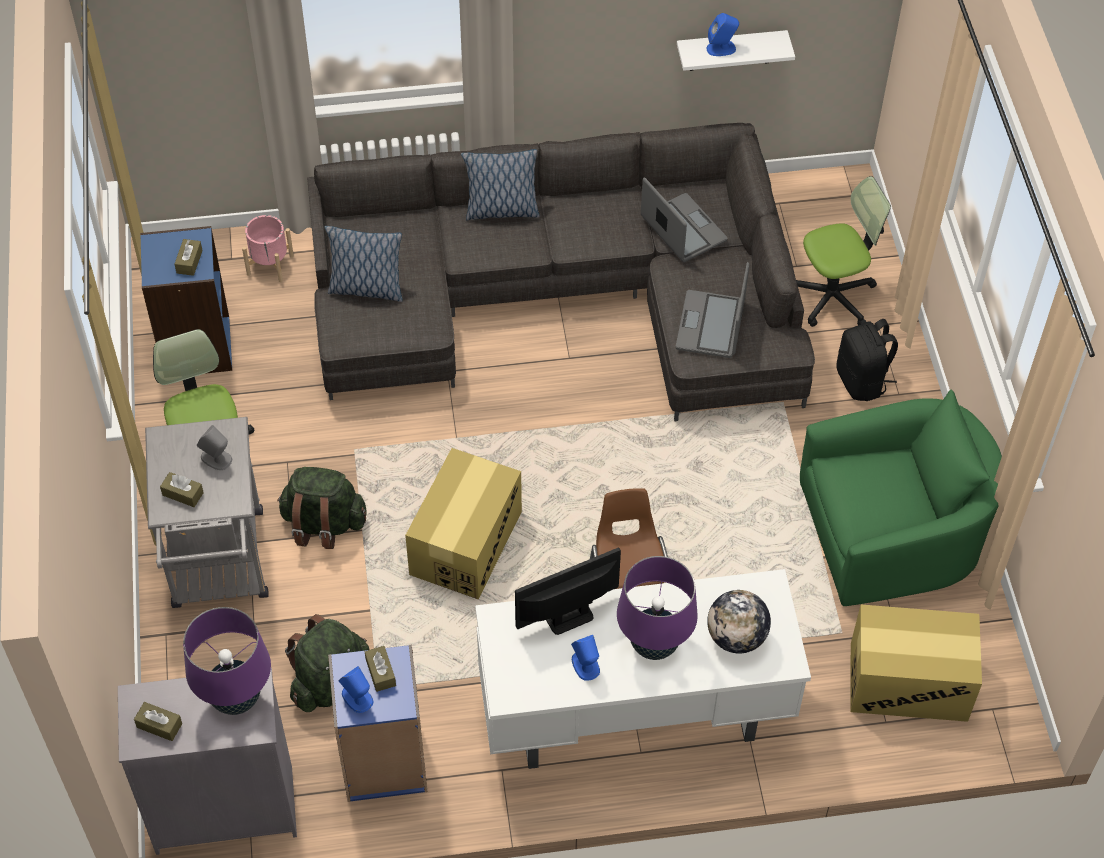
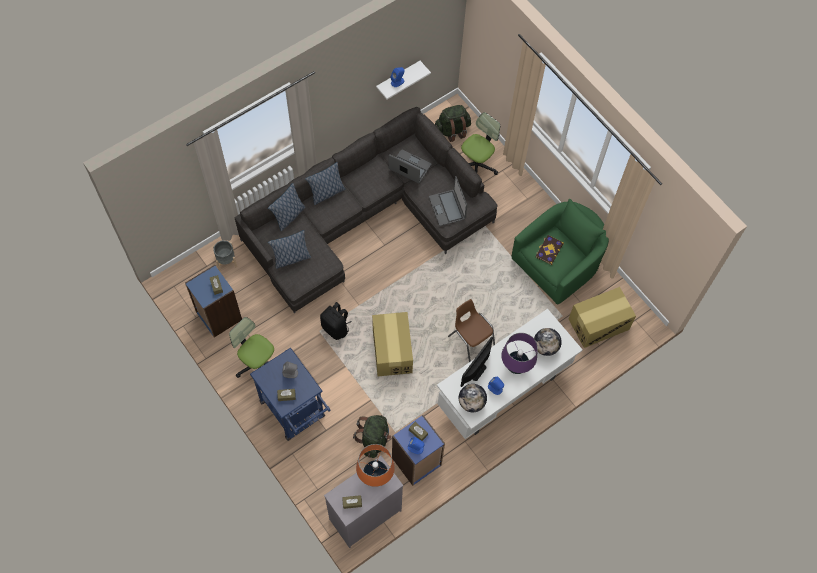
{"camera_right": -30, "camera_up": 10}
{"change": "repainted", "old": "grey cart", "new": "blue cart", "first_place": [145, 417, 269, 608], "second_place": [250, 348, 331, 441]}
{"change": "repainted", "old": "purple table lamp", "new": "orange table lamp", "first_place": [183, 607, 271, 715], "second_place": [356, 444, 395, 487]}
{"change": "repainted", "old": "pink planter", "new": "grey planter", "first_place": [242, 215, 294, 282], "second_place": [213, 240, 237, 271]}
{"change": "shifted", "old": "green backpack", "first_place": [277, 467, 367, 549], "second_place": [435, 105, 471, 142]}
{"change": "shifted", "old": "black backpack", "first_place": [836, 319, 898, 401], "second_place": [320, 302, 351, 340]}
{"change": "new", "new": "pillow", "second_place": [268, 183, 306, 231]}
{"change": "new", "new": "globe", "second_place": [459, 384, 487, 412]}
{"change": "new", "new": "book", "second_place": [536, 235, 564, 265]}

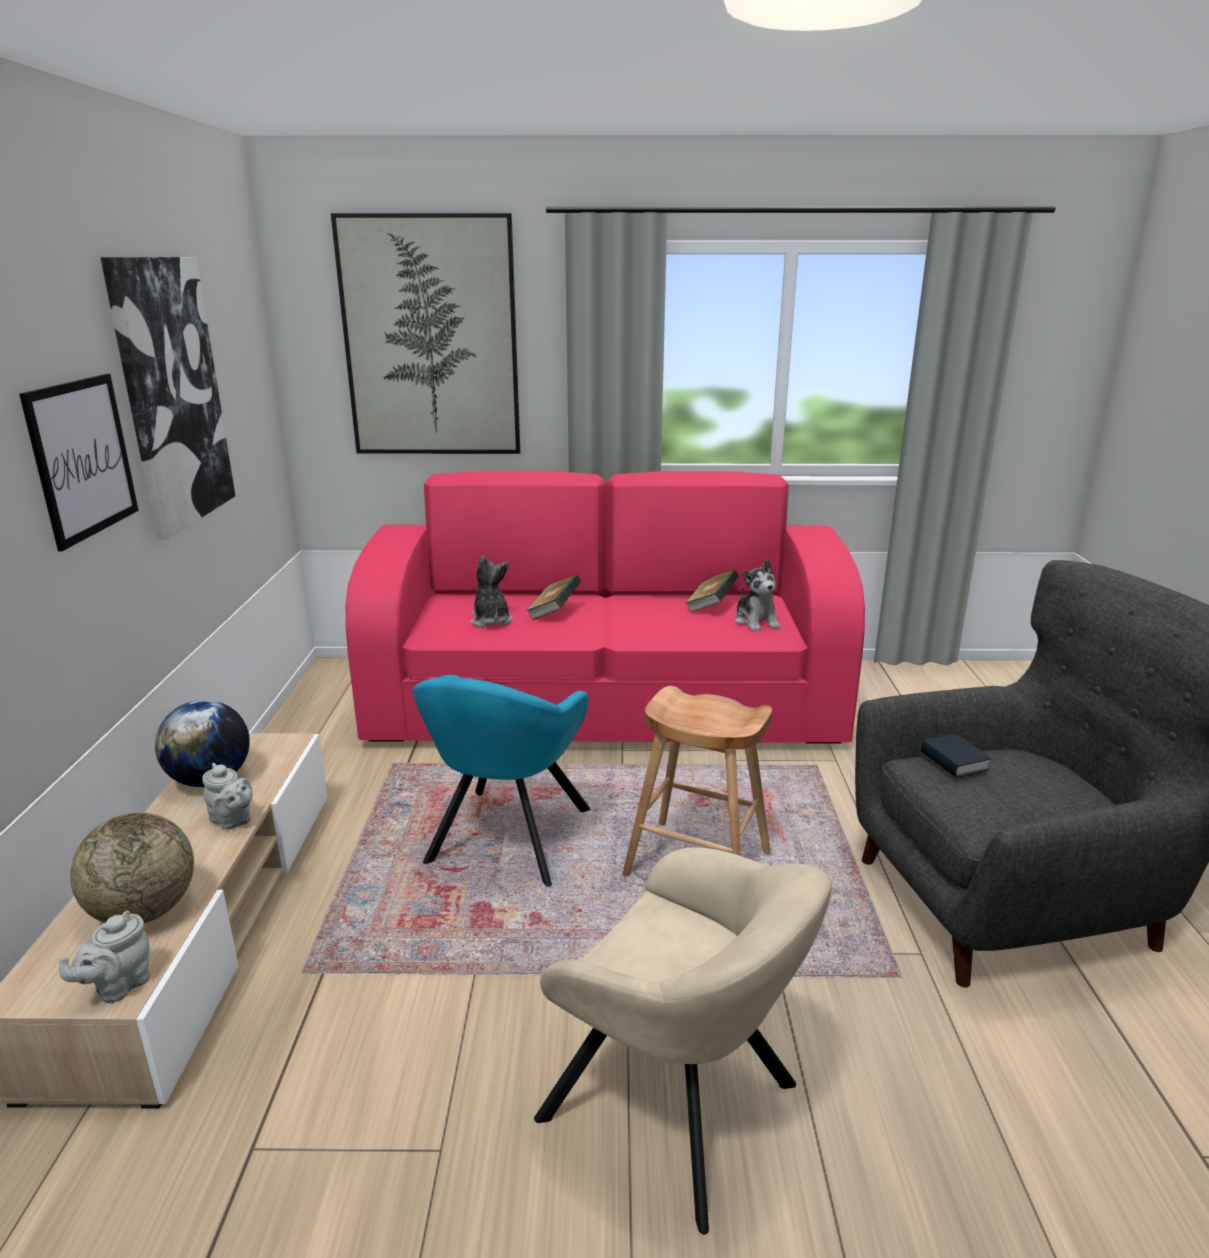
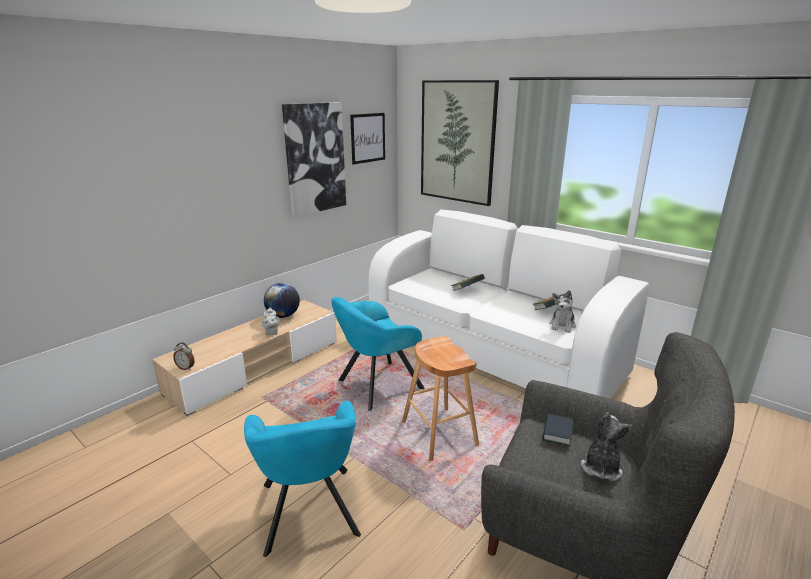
{"camera_right": 40, "camera_up": 0}
{"change": "shifted", "old": "picture", "first_place": [19, 374, 139, 551], "second_place": [350, 113, 385, 165]}
{"change": "swapped", "old": "grey teapot", "new": "alarm clock", "first_place": [59, 911, 150, 1003], "second_place": [173, 342, 195, 370]}
{"change": "gone", "old": "globe", "first_place": [70, 812, 194, 923]}
{"change": "repainted", "old": "pink sofa", "new": "white sofa", "first_place": [346, 471, 865, 744], "second_place": [368, 210, 649, 399]}
{"change": "shifted", "old": "plush toy", "first_place": [470, 556, 512, 628], "second_place": [581, 412, 632, 481]}
{"change": "repainted", "old": "beige armchair", "new": "turquoise armchair", "first_place": [534, 847, 832, 1235], "second_place": [244, 401, 361, 557]}

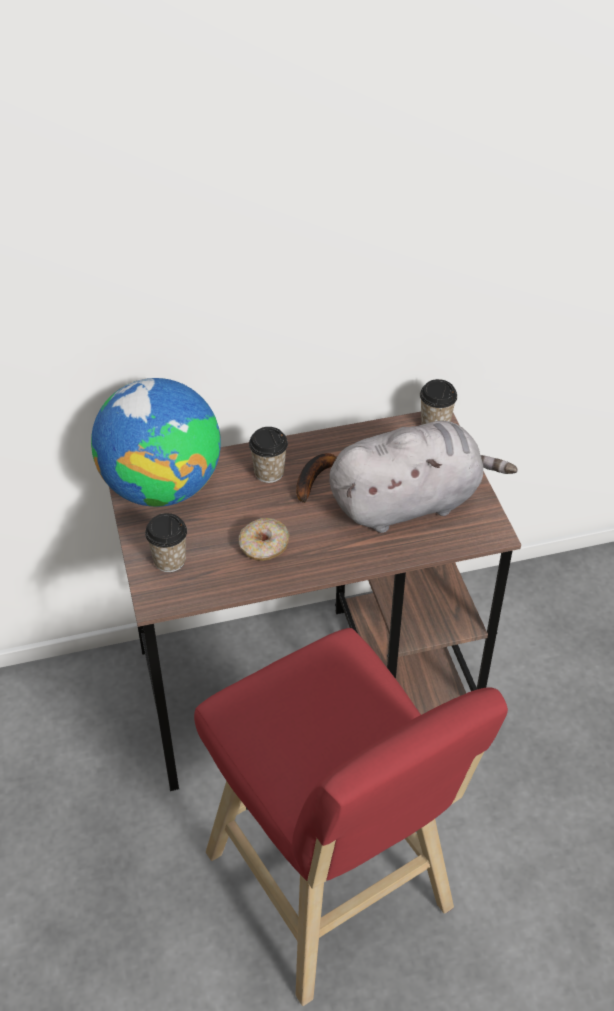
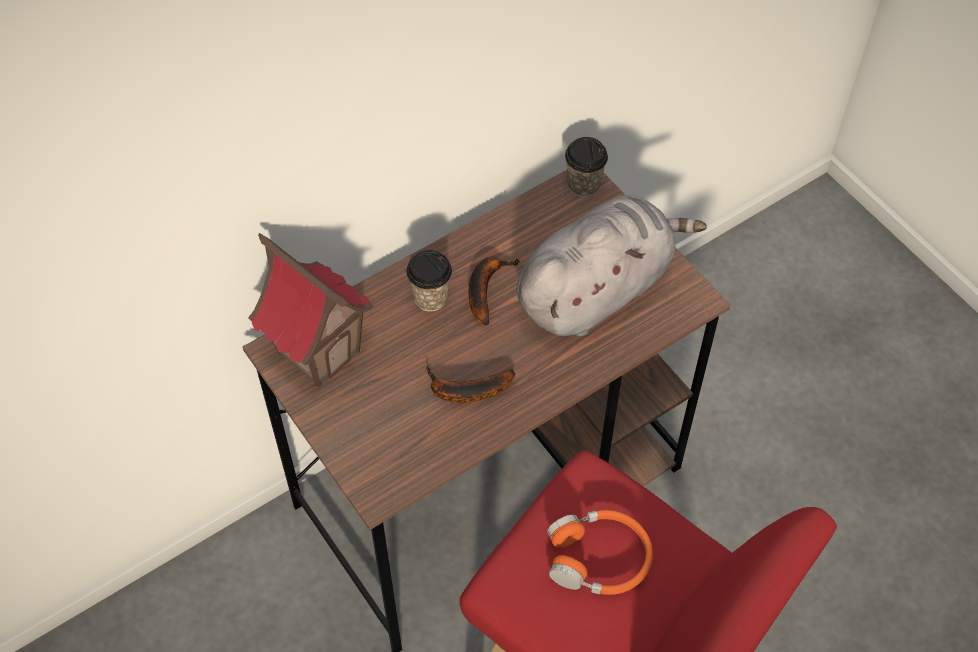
{"camera_right": -20, "camera_up": 10}
{"change": "swapped", "old": "globe", "new": "toy house", "first_place": [91, 378, 221, 507], "second_place": [248, 233, 374, 387]}
{"change": "gone", "old": "cup", "first_place": [145, 513, 187, 572]}
{"change": "swapped", "old": "donut", "new": "banana", "first_place": [239, 518, 290, 561], "second_place": [426, 365, 515, 403]}
{"change": "new", "new": "orange headphones", "second_place": [547, 510, 653, 595]}

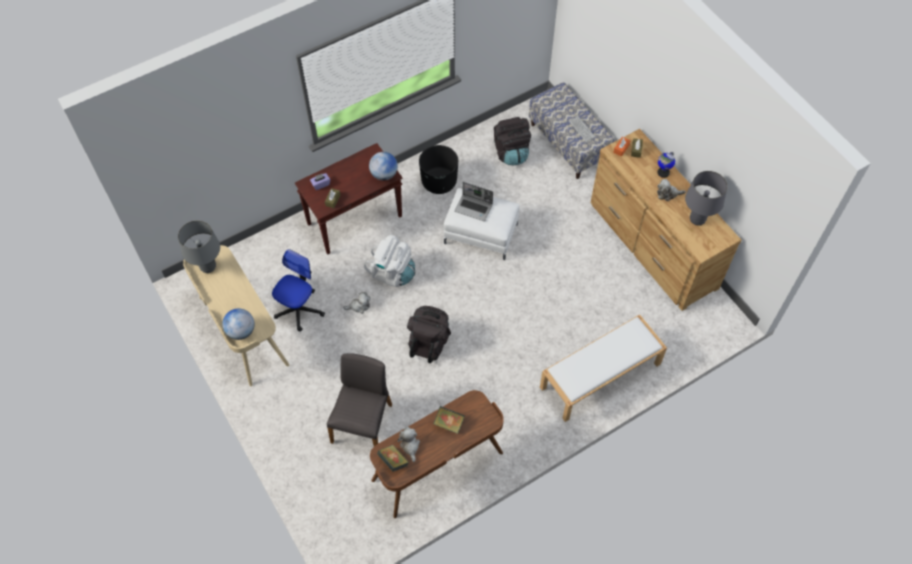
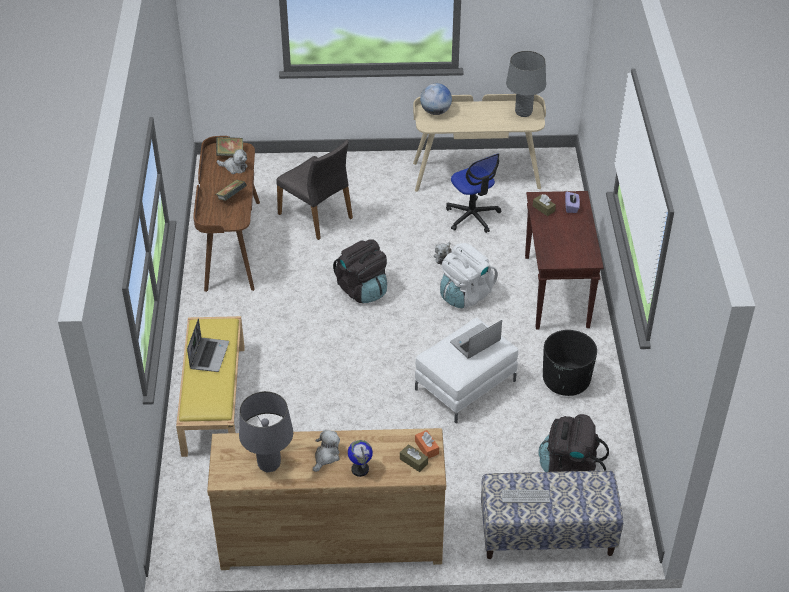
{"camera_right": 120, "camera_up": -15}
{"change": "gone", "old": "globe", "first_place": [369, 152, 398, 181]}
{"change": "repainted", "old": "white bench", "new": "yellow bench", "first_place": [540, 315, 667, 422], "second_place": [176, 316, 245, 457]}
{"change": "new", "new": "laptop", "second_place": [187, 319, 229, 372]}

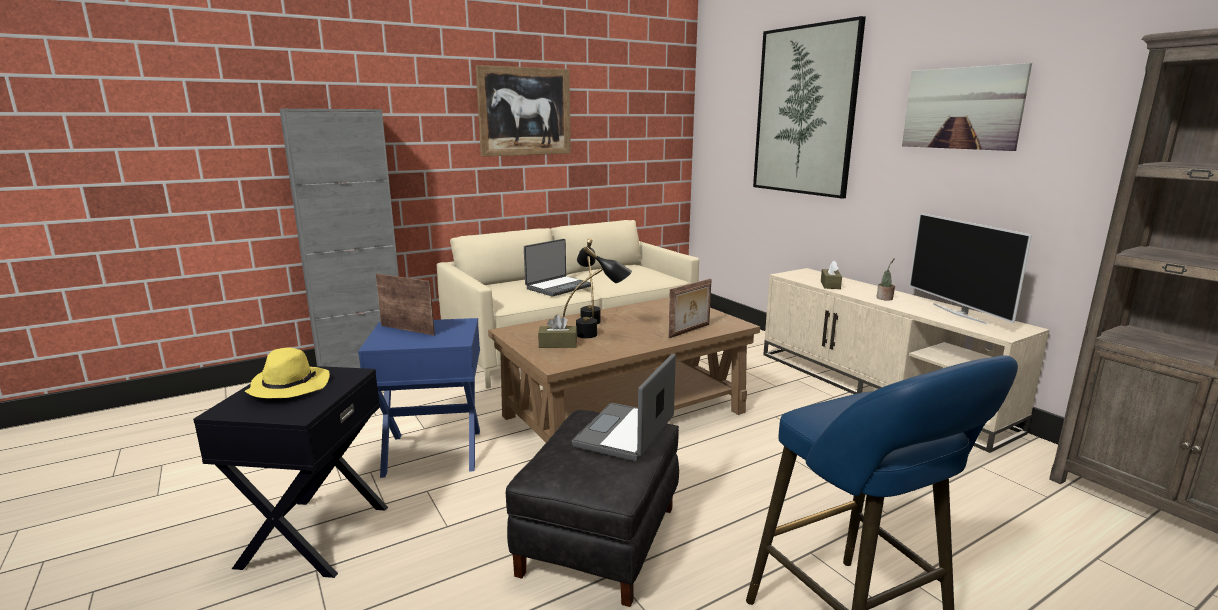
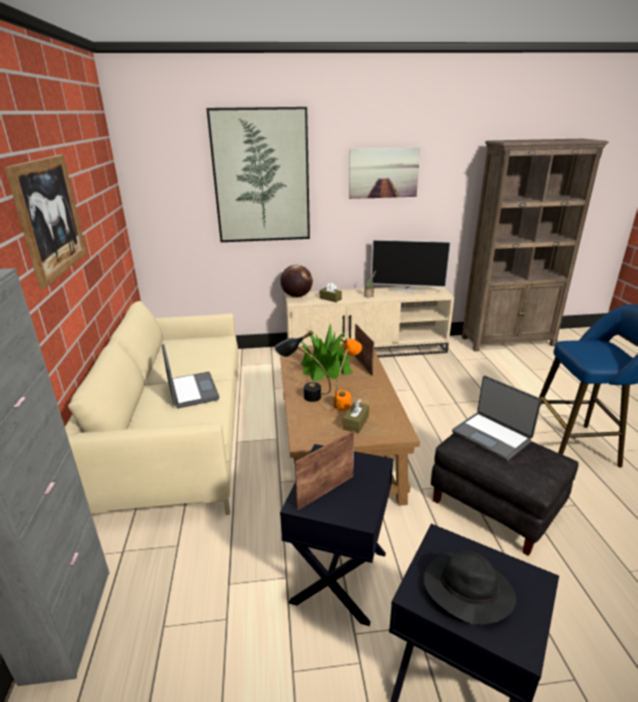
{"camera_right": -65, "camera_up": 10}
{"change": "repainted", "old": "yellow hat", "new": "black hat", "first_place": [245, 347, 330, 398], "second_place": [424, 550, 516, 625]}
{"change": "repainted", "old": "blue side table", "new": "black side table", "first_place": [358, 318, 480, 478], "second_place": [280, 444, 393, 626]}
{"change": "repainted", "old": "black table lamp", "new": "orange table lamp", "first_place": [563, 246, 632, 338], "second_place": [333, 337, 362, 411]}
{"change": "new", "new": "globe", "second_place": [280, 265, 313, 298]}
{"change": "new", "new": "potted plant", "second_place": [301, 323, 353, 381]}

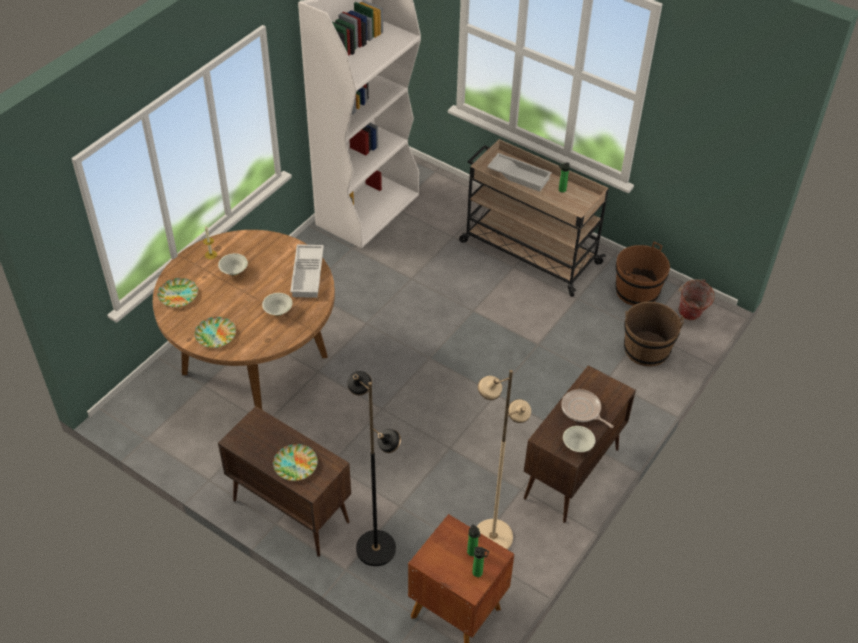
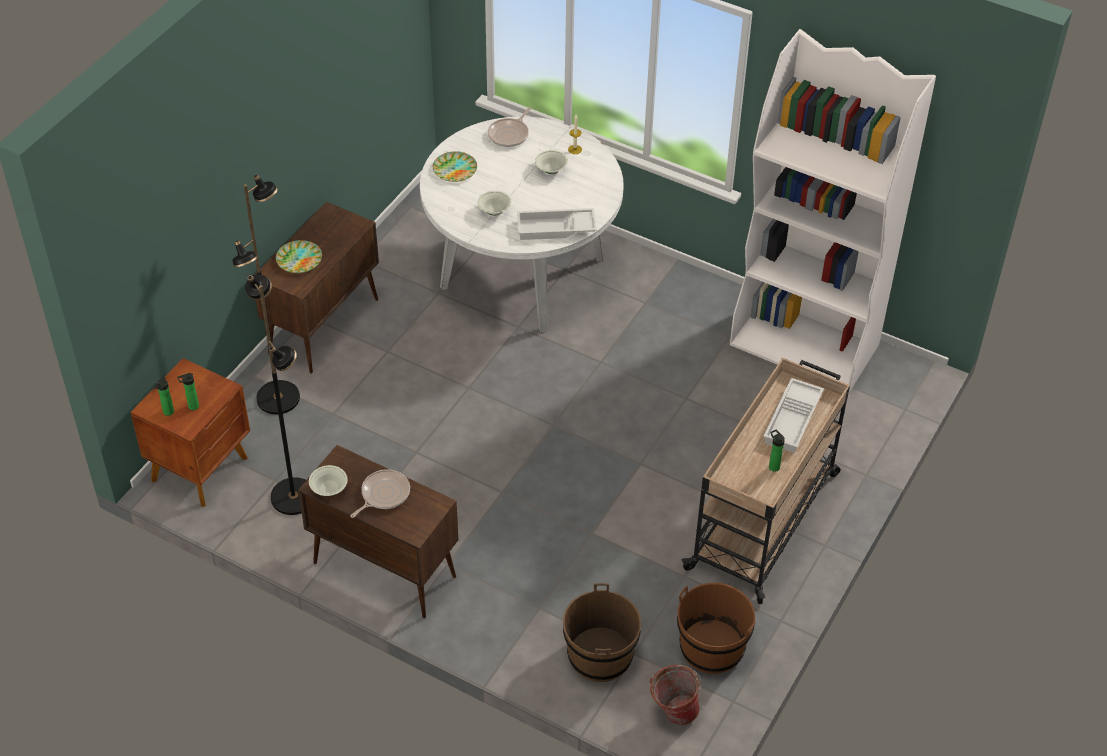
{"camera_right": 85, "camera_up": 0}
{"change": "repainted", "old": "brown dining table", "new": "white dining table", "first_place": [153, 230, 335, 409], "second_place": [420, 117, 624, 333]}
{"change": "swapped", "old": "plate", "new": "frying pan", "first_place": [157, 278, 198, 307], "second_place": [488, 107, 531, 147]}
{"change": "repainted", "old": "beige floor lamp", "new": "black floor lamp", "first_place": [477, 370, 531, 550], "second_place": [245, 274, 306, 515]}

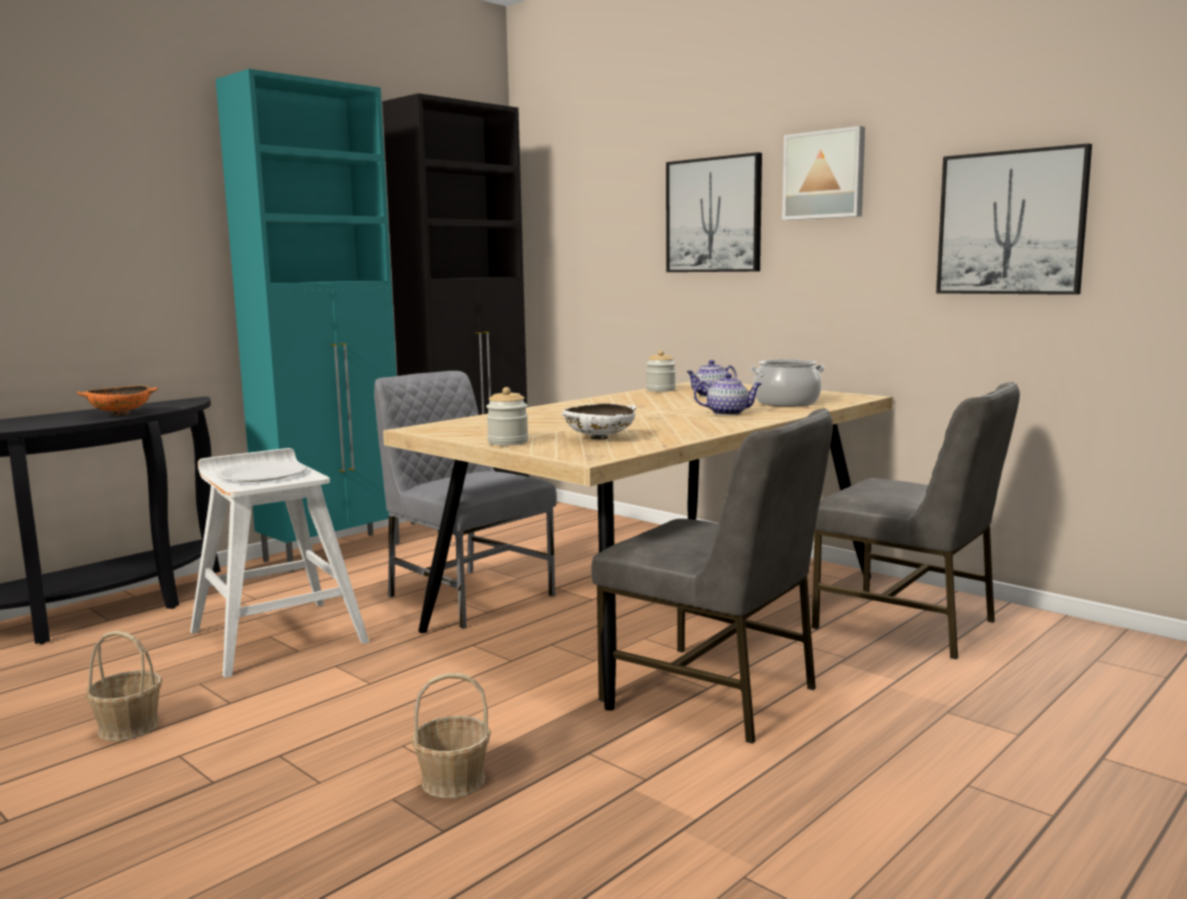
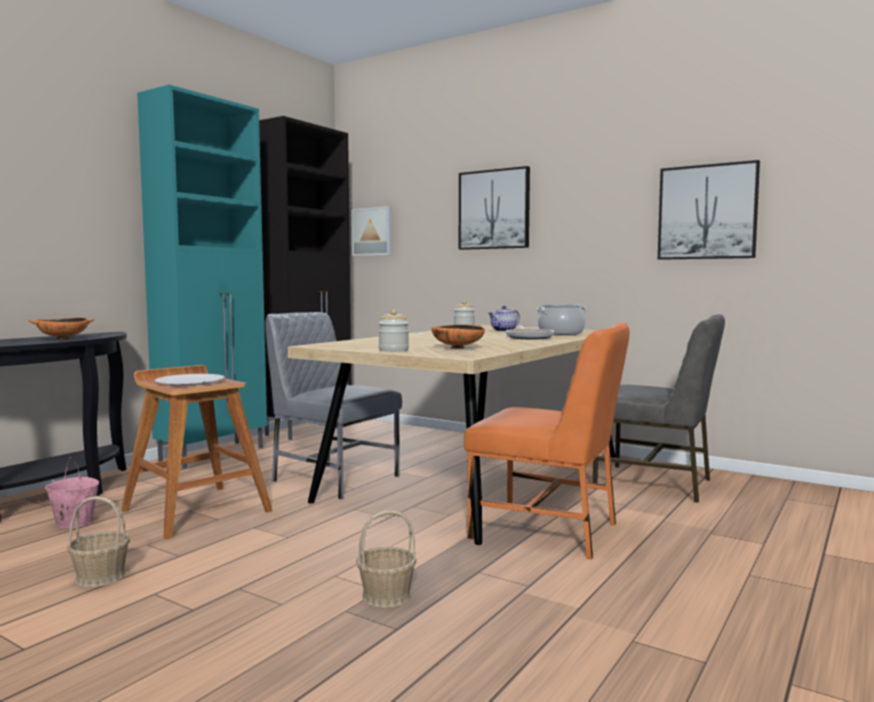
{"camera_right": -10, "camera_up": -5}
{"change": "repainted", "old": "white stool", "new": "brown stool", "first_place": [190, 448, 369, 678], "second_place": [121, 365, 272, 540]}
{"change": "repainted", "old": "white bowl", "new": "orange bowl", "first_place": [561, 403, 636, 440], "second_place": [432, 324, 485, 349]}
{"change": "repainted", "old": "grey chair", "new": "orange chair", "first_place": [591, 408, 833, 744], "second_place": [464, 322, 630, 559]}
{"change": "swapped", "old": "teapot", "new": "frying pan", "first_place": [694, 373, 762, 415], "second_place": [506, 326, 554, 339]}
{"change": "shifted", "old": "picture", "first_place": [782, 126, 865, 220], "second_place": [351, 206, 392, 256]}
{"change": "new", "new": "pink bucket", "second_place": [45, 457, 99, 528]}

